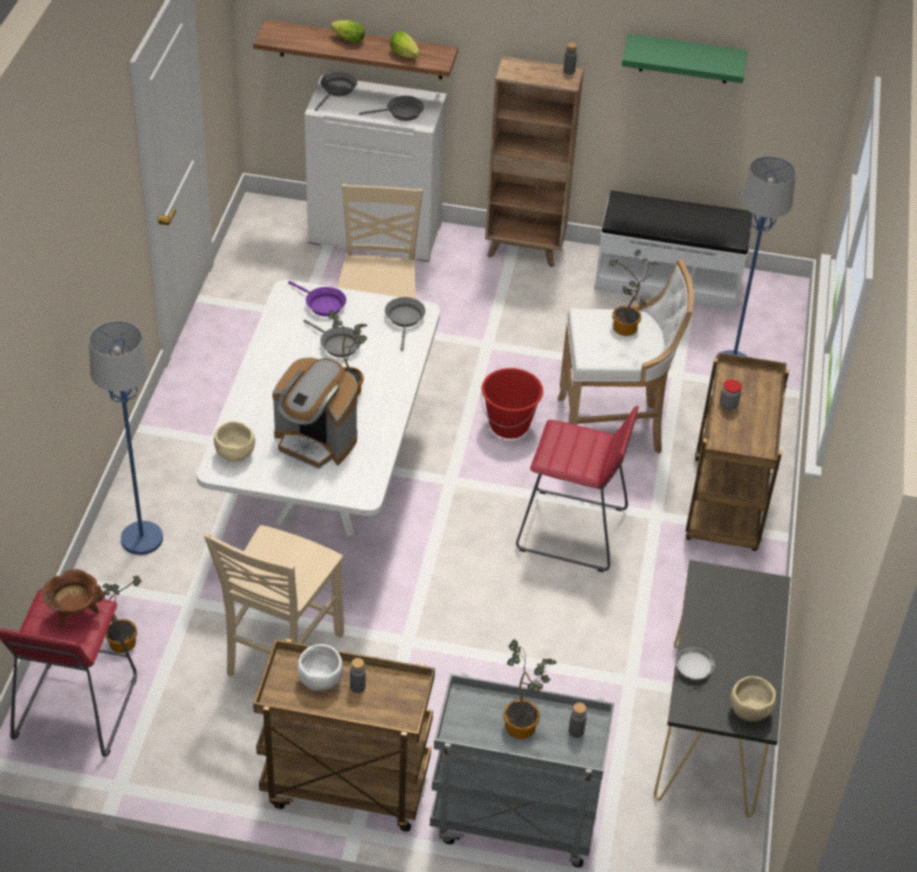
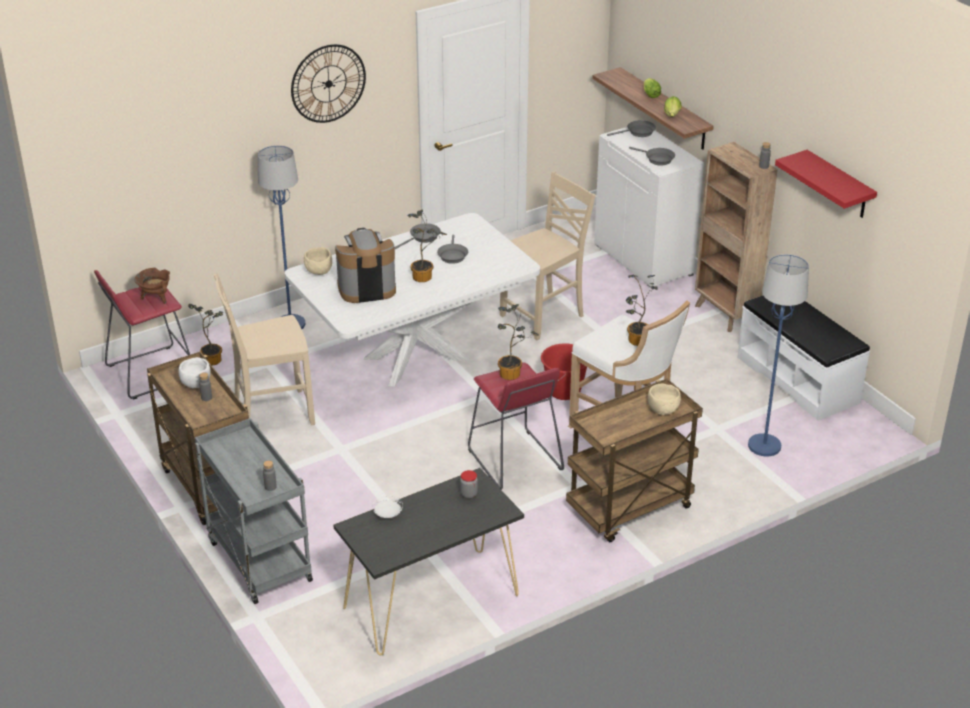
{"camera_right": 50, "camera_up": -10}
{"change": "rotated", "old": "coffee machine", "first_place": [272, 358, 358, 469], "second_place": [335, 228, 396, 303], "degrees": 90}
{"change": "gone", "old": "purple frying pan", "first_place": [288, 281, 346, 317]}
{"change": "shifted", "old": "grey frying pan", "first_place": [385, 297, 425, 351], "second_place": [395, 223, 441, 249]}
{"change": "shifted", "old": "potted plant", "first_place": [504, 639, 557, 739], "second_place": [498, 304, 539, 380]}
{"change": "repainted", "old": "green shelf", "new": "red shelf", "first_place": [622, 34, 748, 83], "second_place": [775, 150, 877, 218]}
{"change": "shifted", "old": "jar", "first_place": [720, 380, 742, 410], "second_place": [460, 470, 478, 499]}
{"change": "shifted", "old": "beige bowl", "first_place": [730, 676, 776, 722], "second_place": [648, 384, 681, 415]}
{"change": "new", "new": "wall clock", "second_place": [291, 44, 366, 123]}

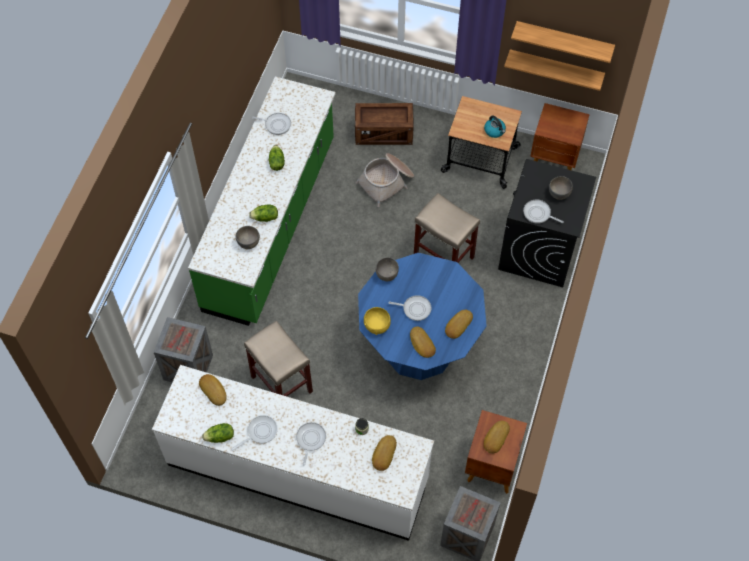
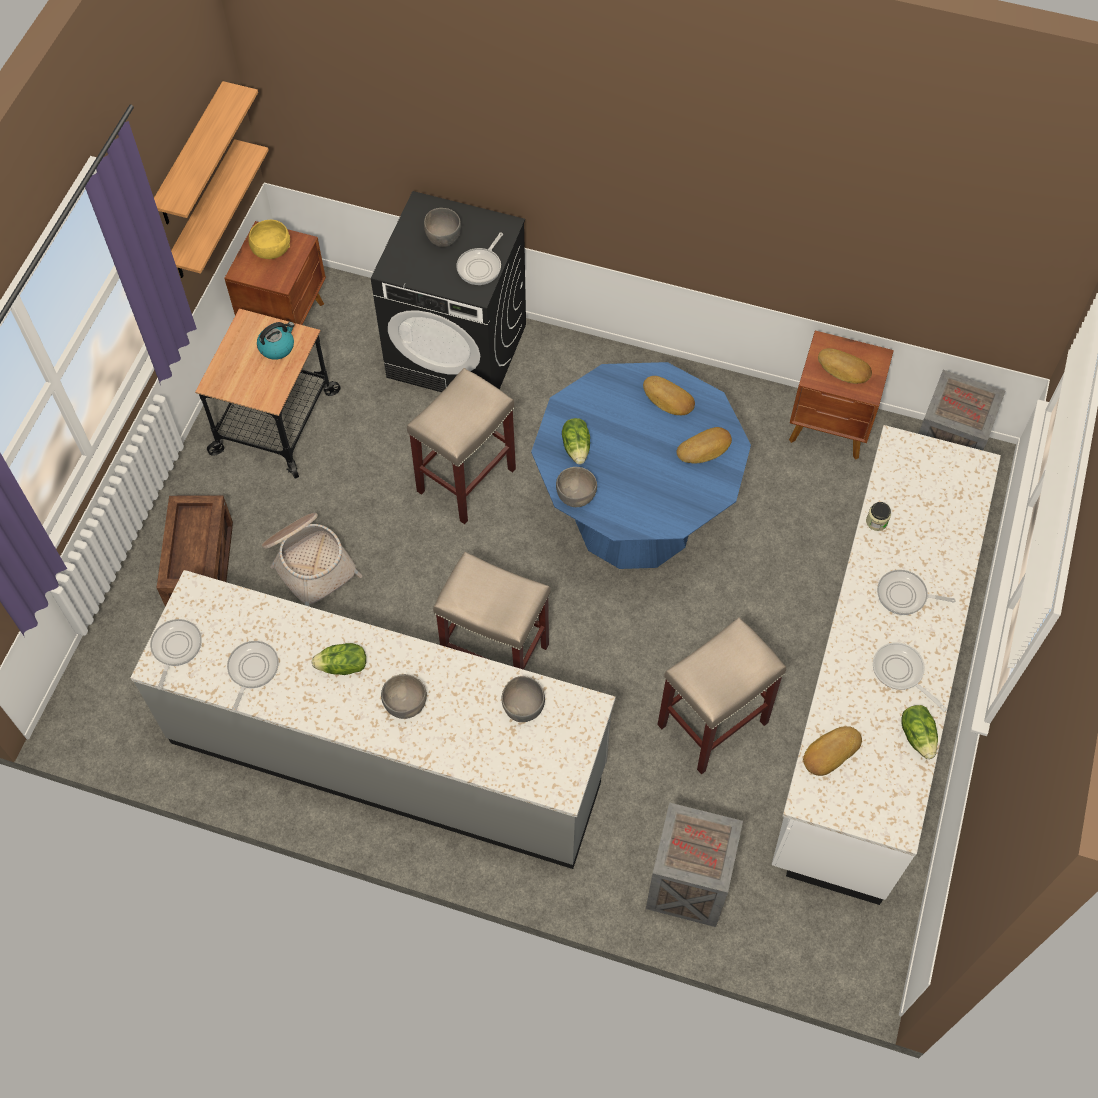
{"camera_right": -90, "camera_up": 0}
{"change": "repainted", "old": "green counter", "new": "grey counter", "first_place": [188, 76, 335, 326], "second_place": [130, 570, 616, 869]}
{"change": "shifted", "old": "lettuce", "first_place": [249, 205, 278, 222], "second_place": [562, 418, 590, 465]}
{"change": "shifted", "old": "yellow bowl", "first_place": [364, 307, 391, 335], "second_place": [248, 220, 290, 259]}
{"change": "gone", "old": "bread", "first_place": [372, 435, 397, 471]}
{"change": "shifted", "old": "frying pan", "first_place": [388, 295, 431, 321], "second_place": [150, 619, 201, 690]}
{"change": "new", "new": "grey bowl", "second_place": [381, 674, 427, 719]}
{"change": "new", "new": "beige stool", "second_place": [433, 552, 550, 670]}

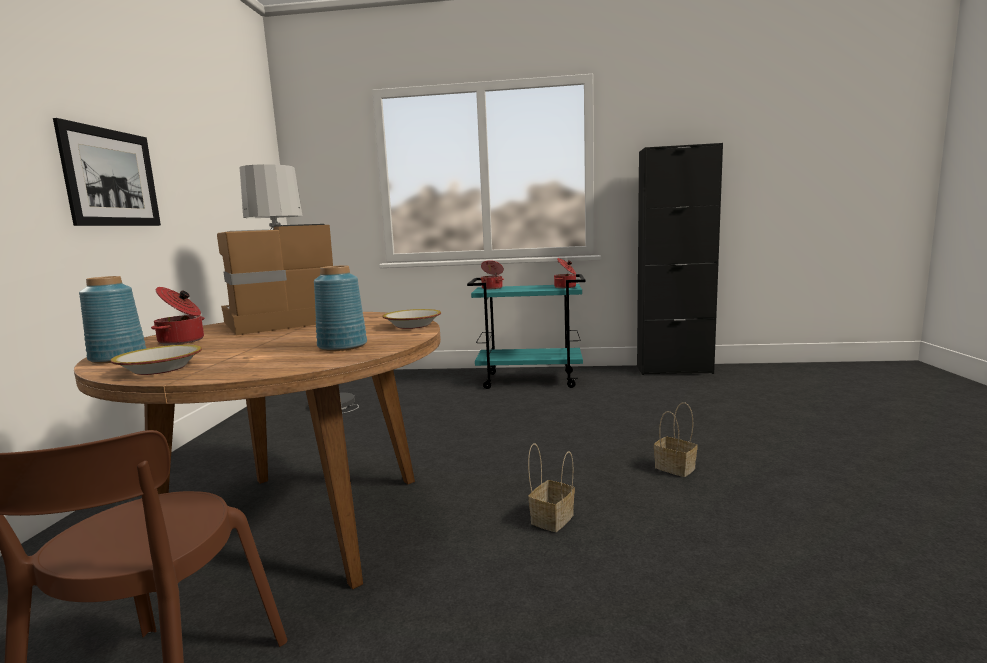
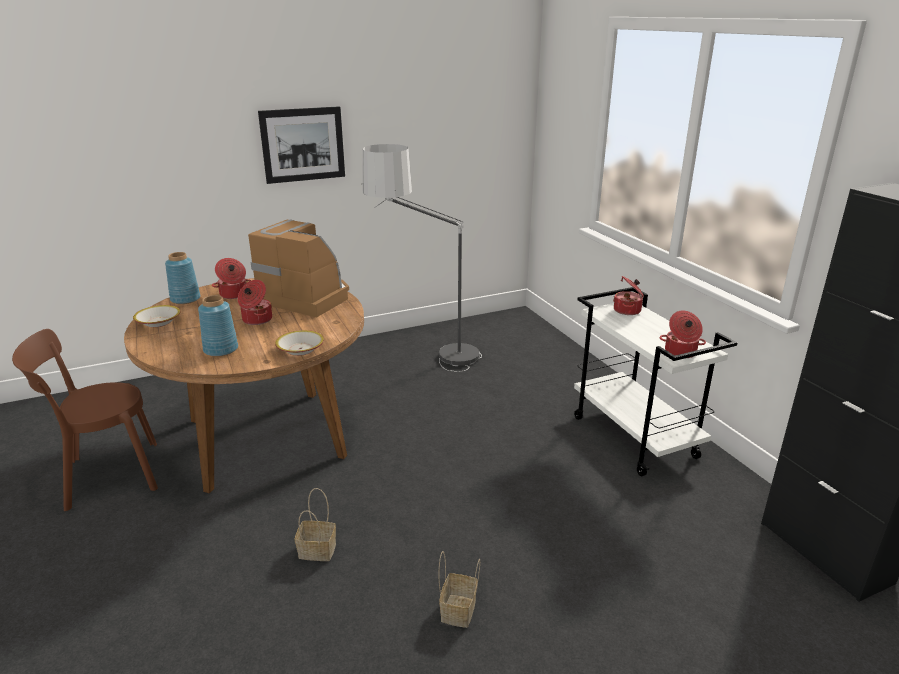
{"camera_right": 60, "camera_up": 15}
{"change": "repainted", "old": "turquoise cart", "new": "white cart", "first_place": [467, 274, 585, 389], "second_place": [574, 287, 737, 476]}
{"change": "new", "new": "cooking pot", "second_place": [238, 280, 272, 325]}

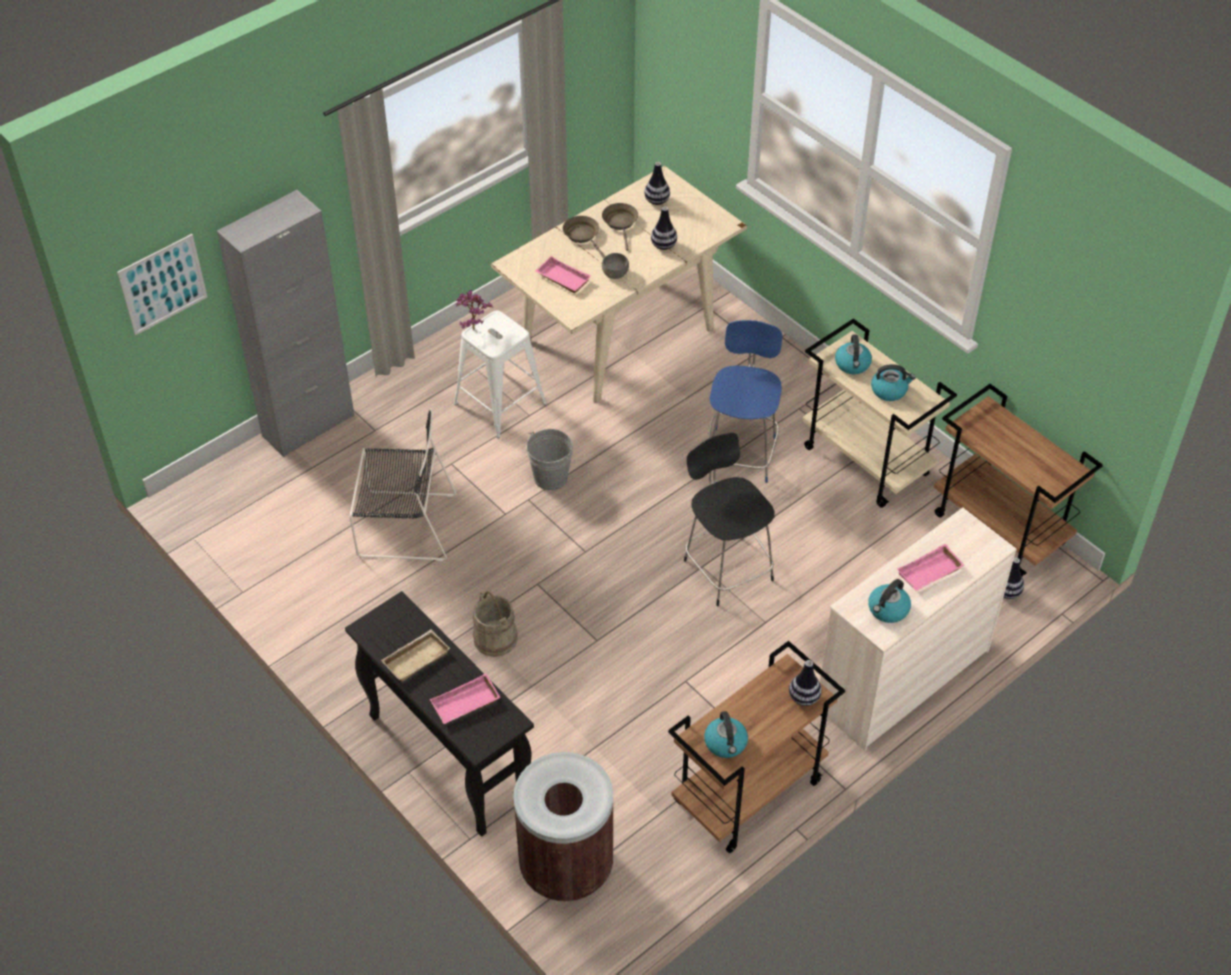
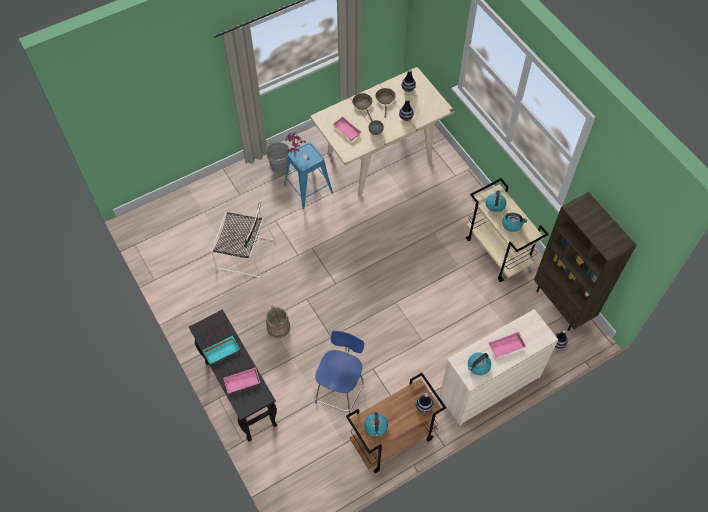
{"camera_right": 10, "camera_up": 10}
{"change": "gone", "old": "picture", "first_place": [117, 234, 207, 335]}
{"change": "gone", "old": "grey cabinet", "first_place": [217, 190, 355, 457]}
{"change": "repainted", "old": "beige tray", "new": "turquoise tray", "first_place": [381, 629, 450, 682], "second_place": [203, 336, 240, 364]}
{"change": "repainted", "old": "white stool", "new": "blue stool", "first_place": [454, 310, 547, 438], "second_place": [284, 142, 333, 209]}
{"change": "gone", "old": "brown trash can", "first_place": [513, 752, 613, 901]}
{"change": "shifted", "old": "grey bucket", "first_place": [526, 429, 573, 490], "second_place": [266, 142, 289, 173]}
{"change": "gone", "old": "black chair", "first_place": [684, 433, 775, 606]}
{"change": "shifted", "old": "blue chair", "first_place": [708, 320, 782, 483], "second_place": [315, 331, 364, 414]}
{"change": "swapped", "old": "brown cart", "new": "brown bookcase", "first_place": [934, 384, 1103, 577], "second_place": [534, 192, 636, 331]}

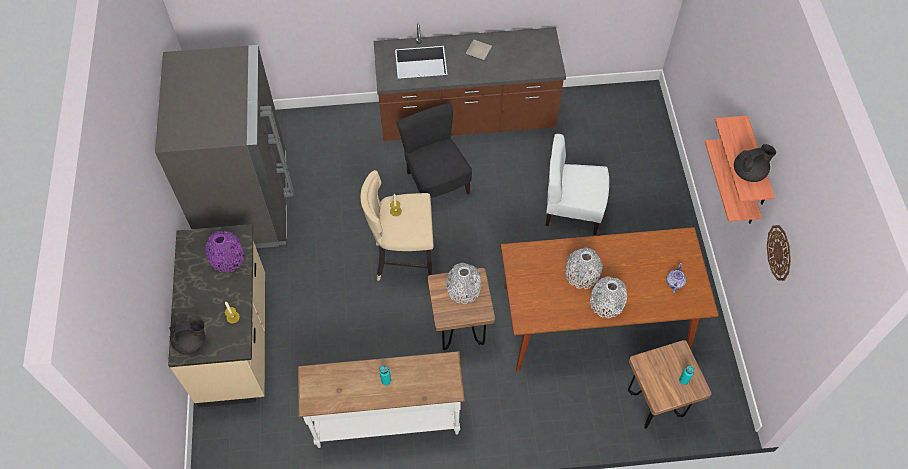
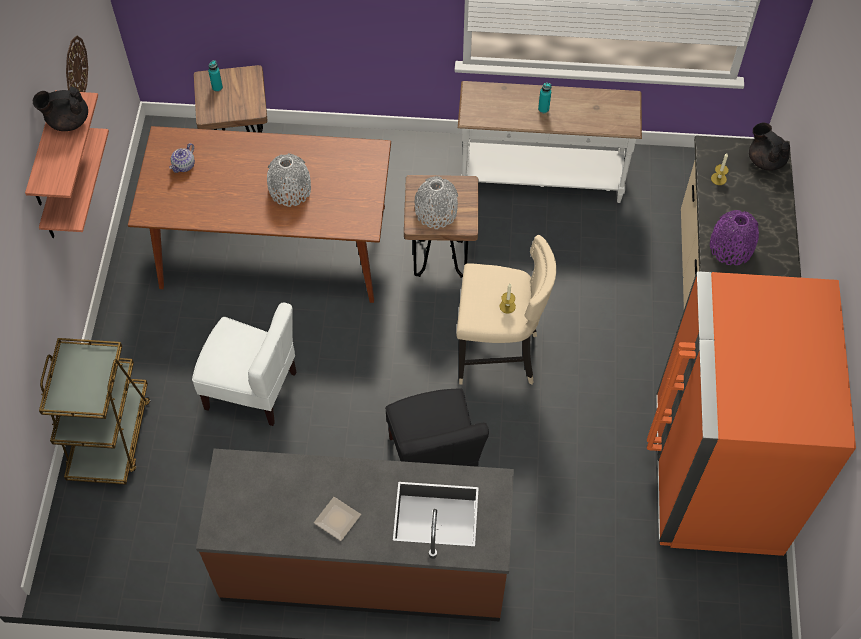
{"camera_right": -170, "camera_up": 0}
{"change": "repainted", "old": "grey fridge", "new": "orange fridge", "first_place": [155, 45, 294, 248], "second_place": [647, 271, 856, 556]}
{"change": "rotated", "old": "black teapot", "first_place": [169, 318, 205, 354], "second_place": [749, 123, 790, 171], "degrees": 60}
{"change": "gone", "old": "grey vase", "first_place": [590, 276, 627, 318]}
{"change": "new", "new": "brown cart", "second_place": [39, 338, 151, 485]}

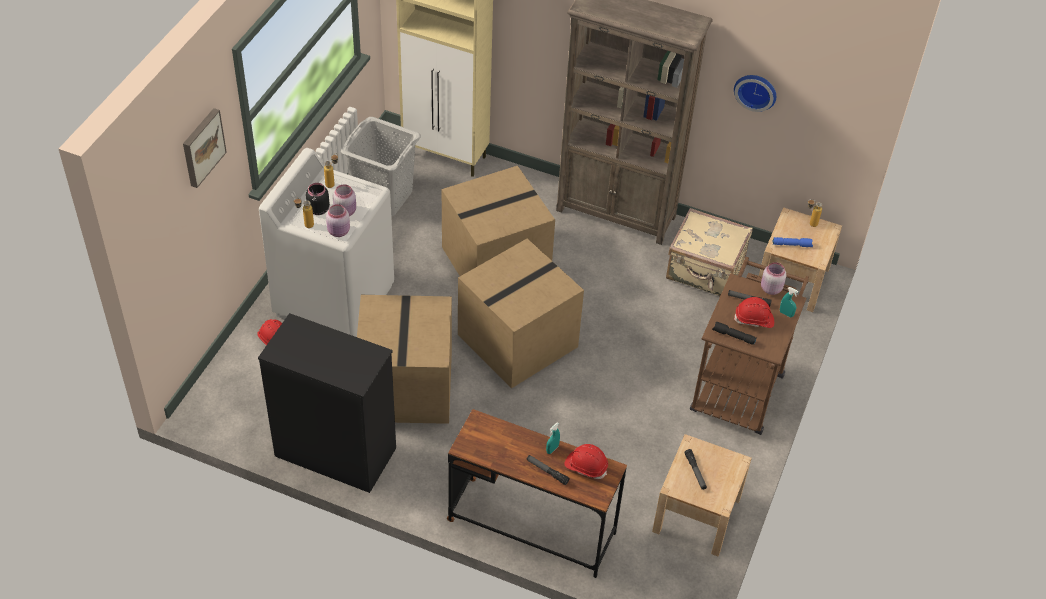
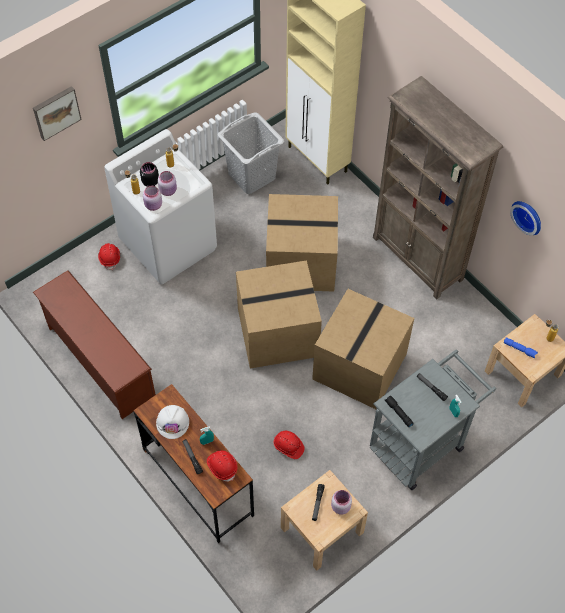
{"camera_right": 30, "camera_up": 10}
{"change": "swapped", "old": "black dresser", "new": "brown shoe rack", "first_place": [258, 313, 396, 493], "second_place": [33, 270, 156, 419]}
{"change": "shifted", "old": "cardboard box", "first_place": [357, 295, 452, 424], "second_place": [312, 289, 414, 409]}
{"change": "gone", "old": "beige suitcase", "first_place": [666, 208, 753, 296]}
{"change": "repainted", "old": "brown cart", "new": "grey cart", "first_place": [690, 257, 809, 435], "second_place": [370, 349, 496, 490]}
{"change": "shifted", "old": "red hard hat", "first_place": [734, 297, 774, 328], "second_place": [274, 431, 305, 459]}
{"change": "shifted", "old": "pink jar", "first_place": [761, 262, 786, 295], "second_place": [331, 490, 352, 515]}
{"change": "new", "new": "white hard hat", "second_place": [156, 405, 189, 439]}

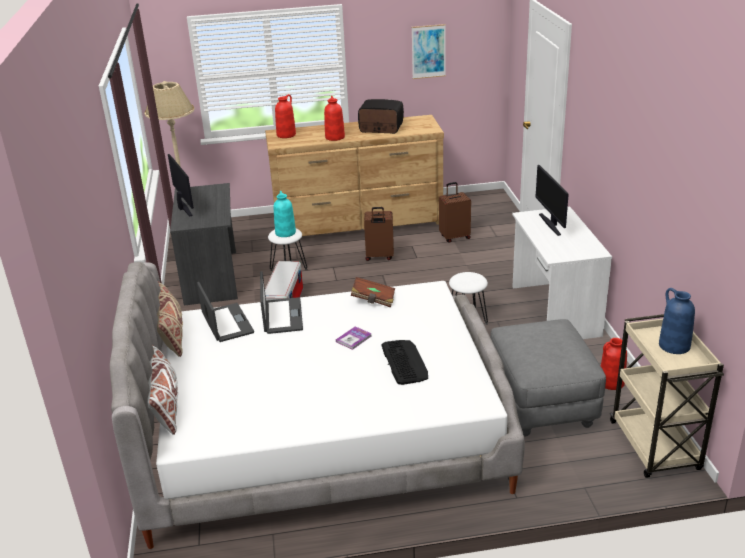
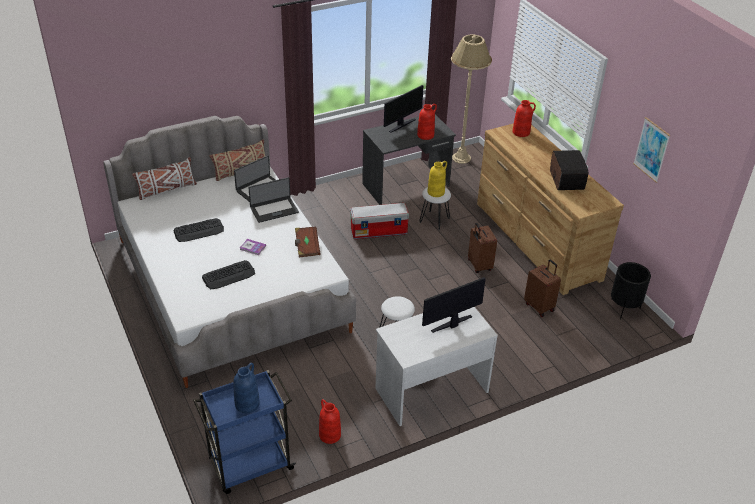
{"camera_right": 70, "camera_up": 10}
{"change": "repainted", "old": "turquoise vase", "new": "yellow vase", "first_place": [274, 191, 296, 237], "second_place": [428, 161, 447, 197]}
{"change": "shifted", "old": "red vase", "first_place": [324, 96, 345, 141], "second_place": [417, 104, 437, 140]}
{"change": "gone", "old": "grey ottoman", "first_place": [490, 319, 606, 436]}
{"change": "repainted", "old": "beige cart", "new": "blue cart", "first_place": [610, 314, 724, 478], "second_place": [193, 370, 296, 494]}
{"change": "new", "new": "keyboard", "second_place": [173, 218, 224, 242]}
{"change": "new", "new": "black planter", "second_place": [611, 262, 651, 320]}

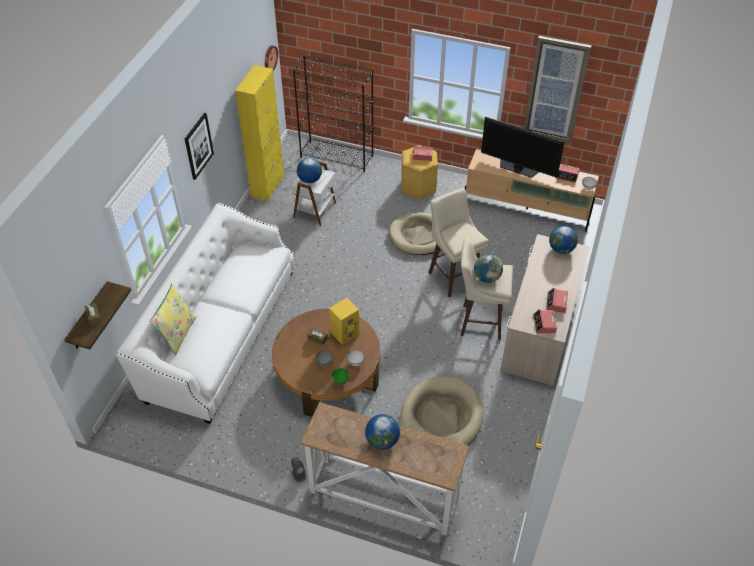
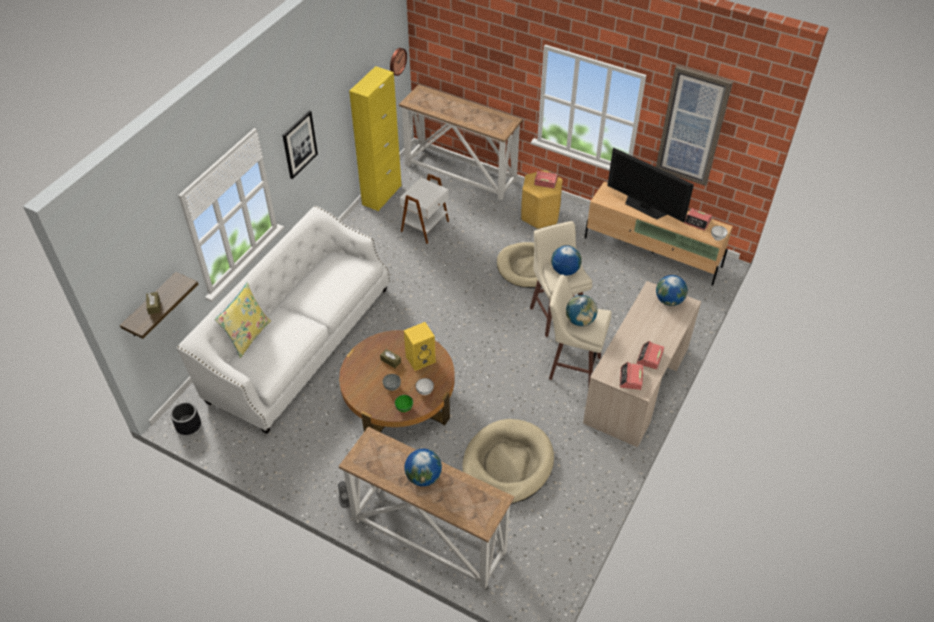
{"camera_right": 10, "camera_up": 0}
{"change": "swapped", "old": "black bookcase", "new": "console table", "first_place": [293, 55, 374, 173], "second_place": [399, 84, 523, 200]}
{"change": "shifted", "old": "globe", "first_place": [297, 158, 322, 183], "second_place": [551, 245, 582, 276]}
{"change": "new", "new": "black planter", "second_place": [170, 402, 201, 435]}

